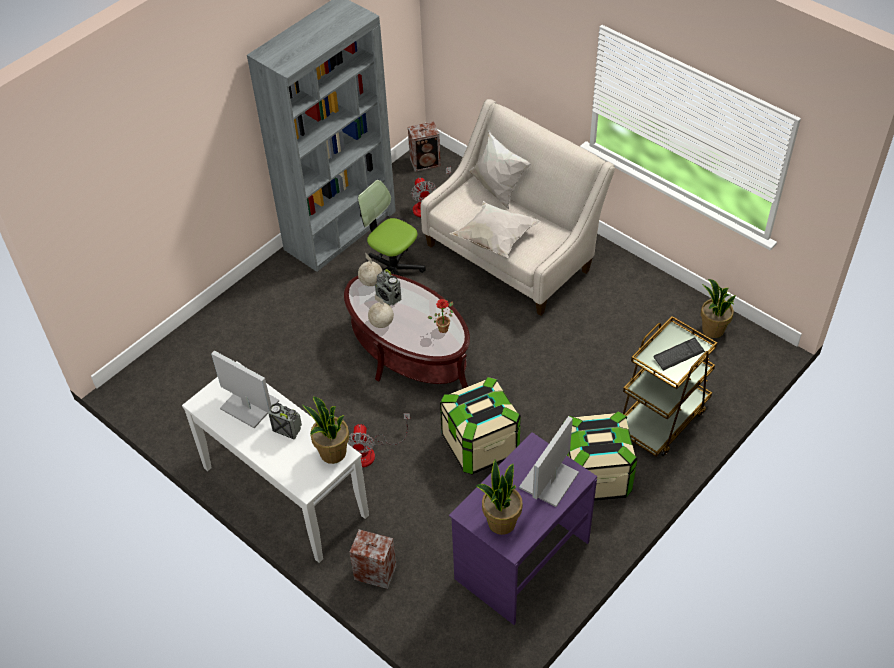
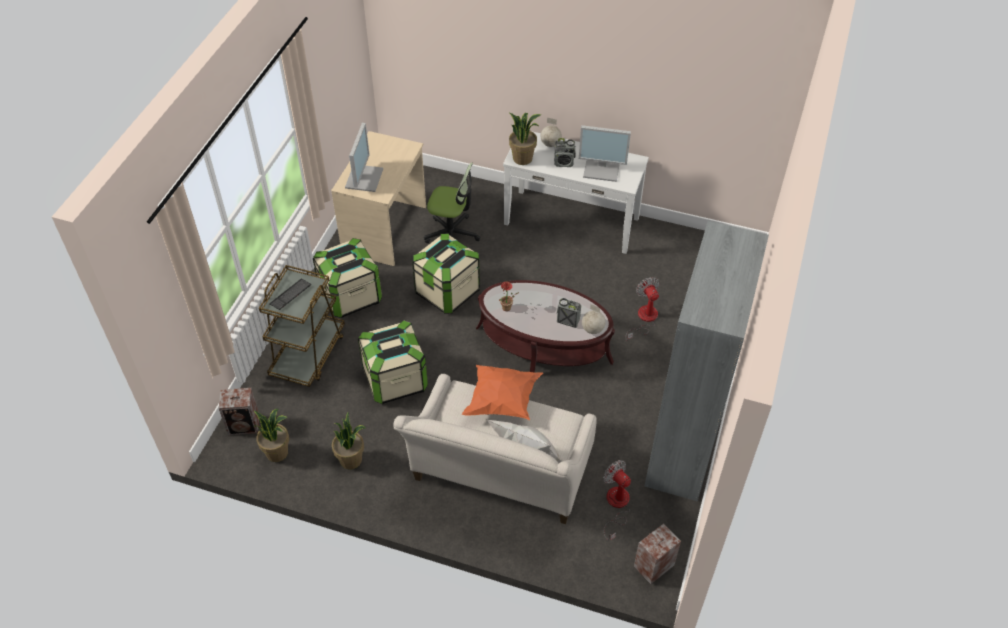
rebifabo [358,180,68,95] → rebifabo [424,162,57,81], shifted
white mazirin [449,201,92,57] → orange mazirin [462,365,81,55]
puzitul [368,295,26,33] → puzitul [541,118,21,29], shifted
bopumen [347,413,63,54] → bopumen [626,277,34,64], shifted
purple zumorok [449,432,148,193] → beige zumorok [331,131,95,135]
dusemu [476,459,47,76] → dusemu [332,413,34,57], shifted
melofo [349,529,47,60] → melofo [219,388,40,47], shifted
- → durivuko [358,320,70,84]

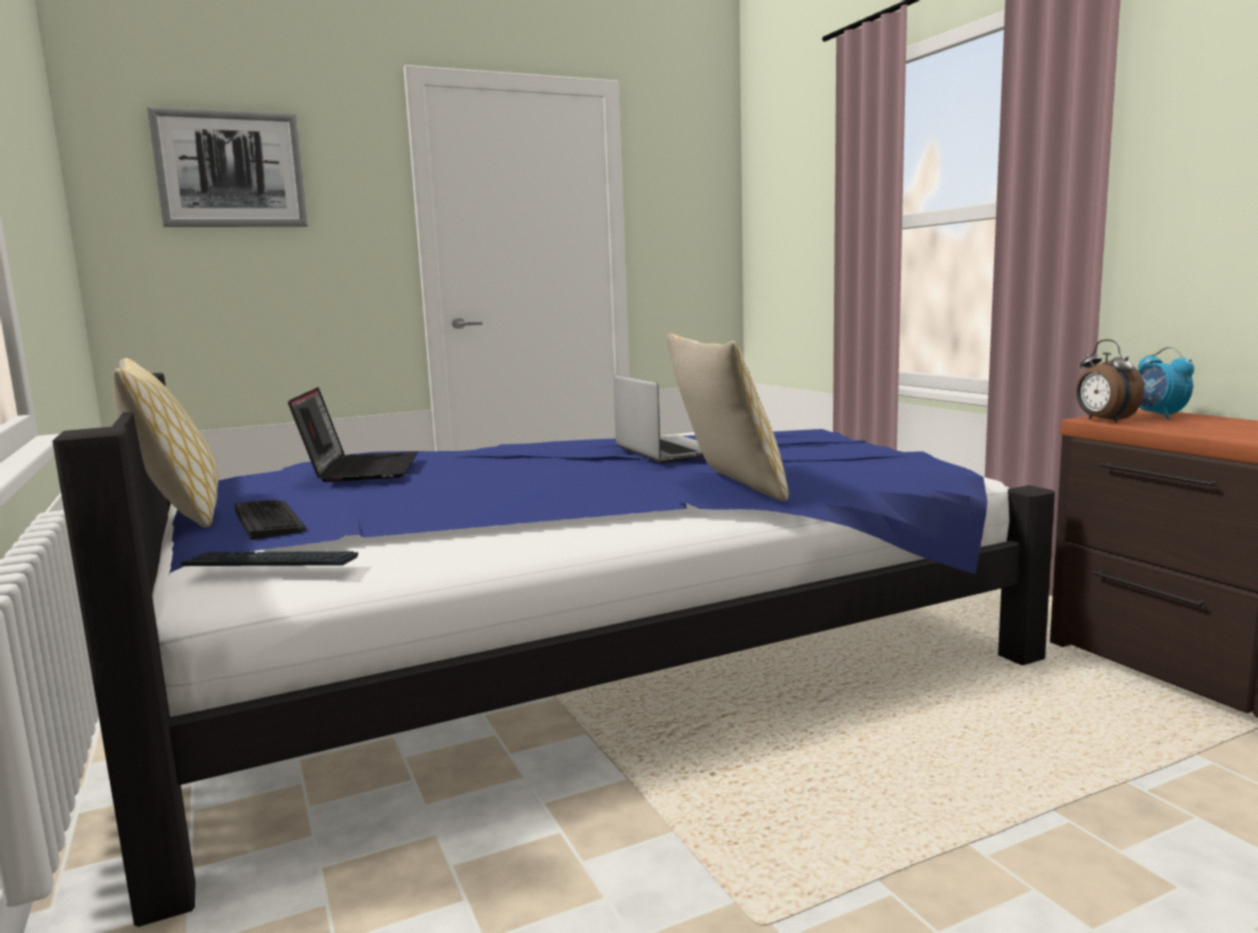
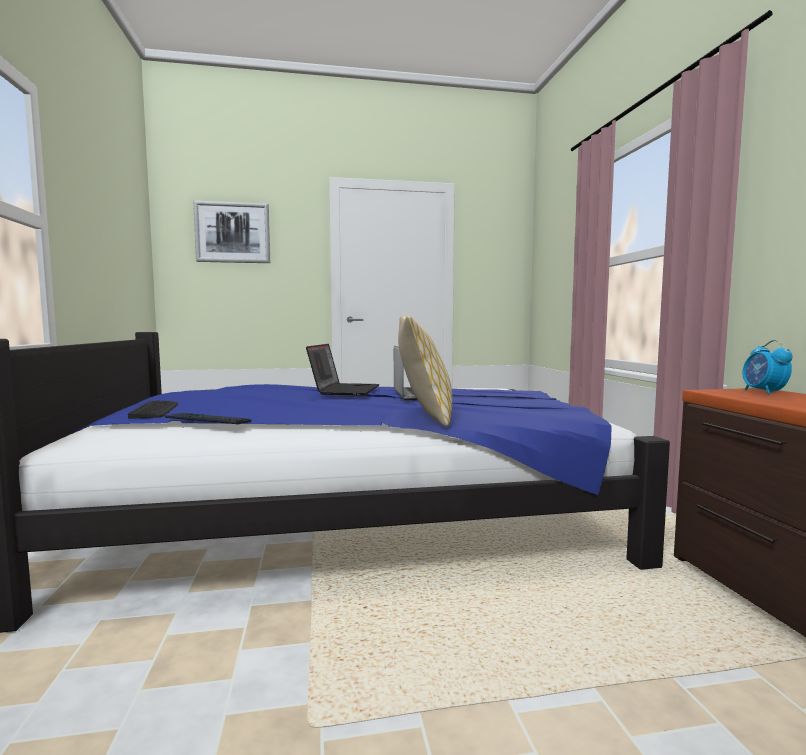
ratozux [1076,340,68,83] → -
mazirin [113,358,105,170] → -
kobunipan [288,387,130,95] → kobunipan [306,344,73,51], shifted
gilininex [181,551,177,15] → gilininex [165,413,87,11], shifted

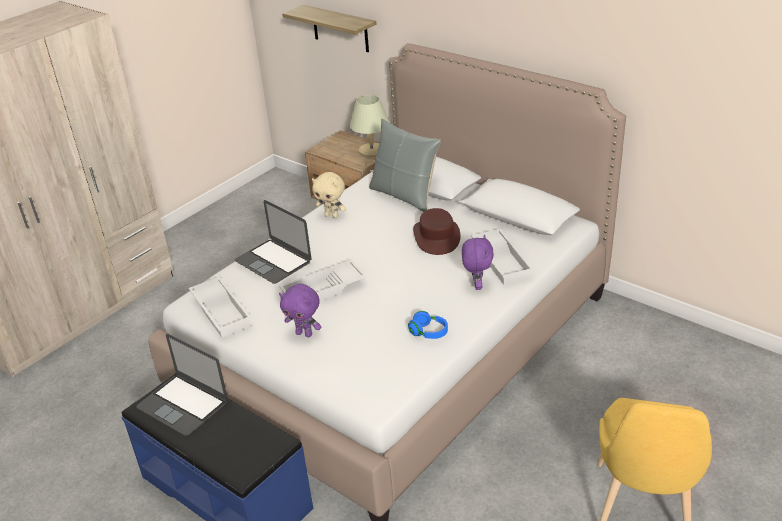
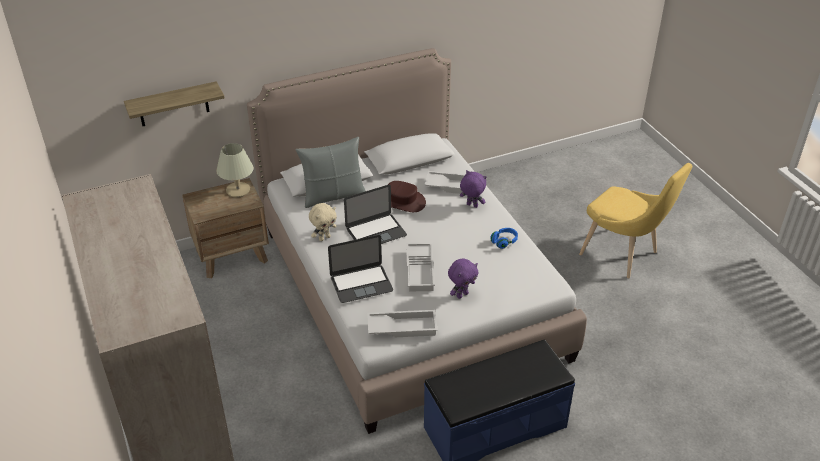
kobunipan [137,334,91,102] → kobunipan [344,185,63,59], shifted

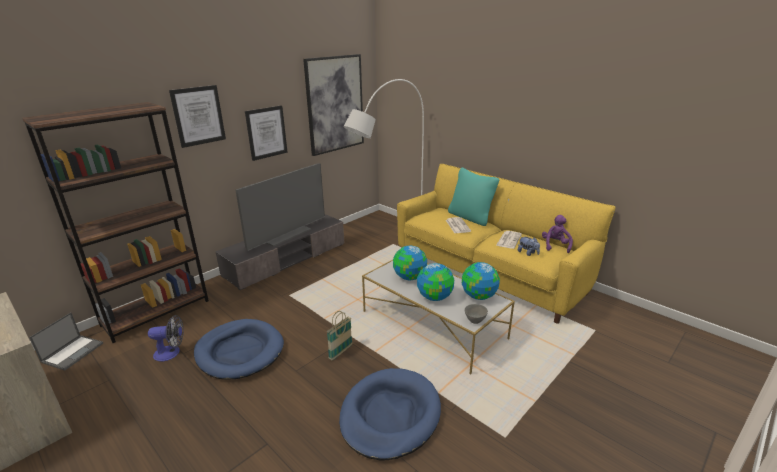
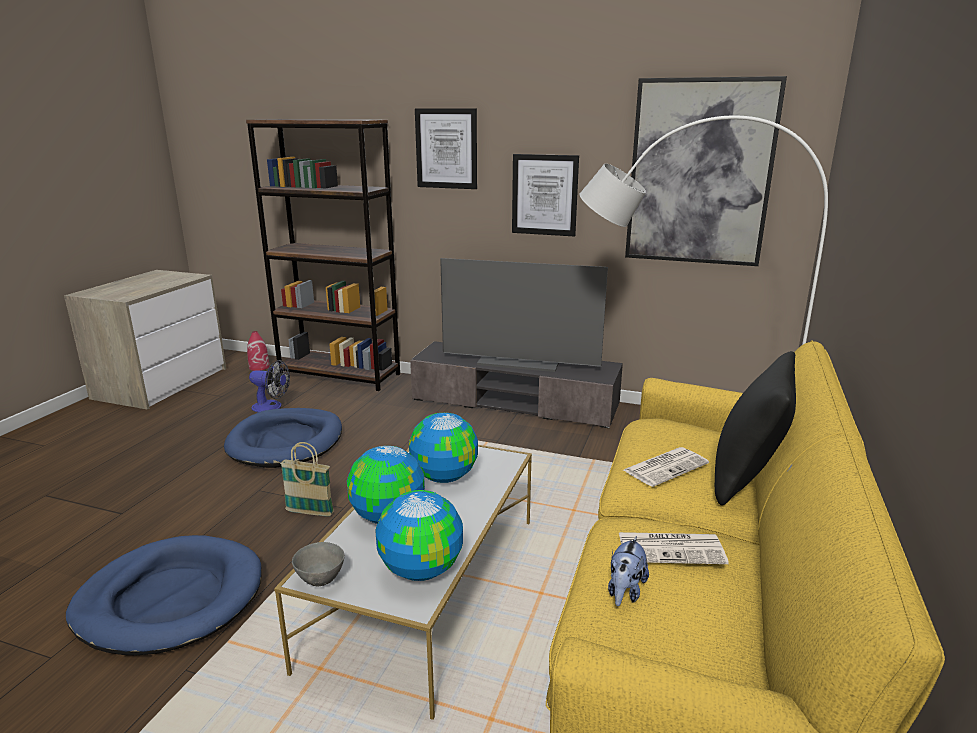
turquoise mazirin [448,167,51,59] → black mazirin [715,351,81,154]
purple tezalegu [542,215,31,38] → -
kobunipan [29,313,74,58] → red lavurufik [247,331,23,40]
bopumen [148,315,36,46] → bopumen [249,360,41,52], 45 degrees counterclockwise

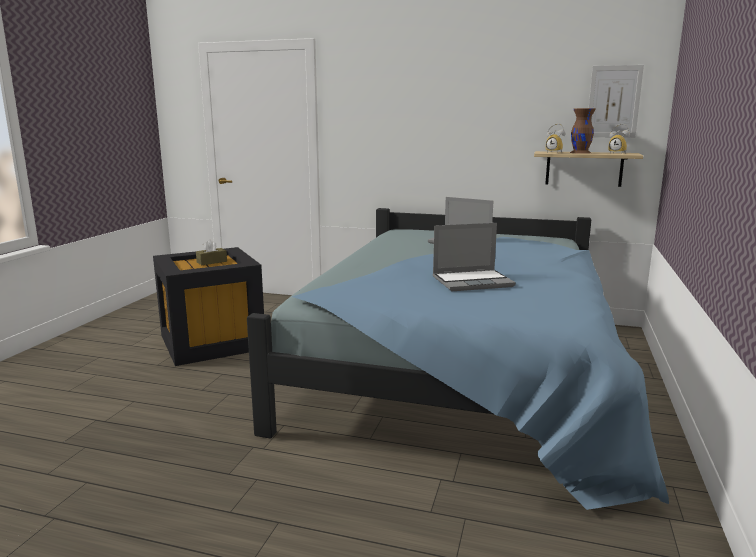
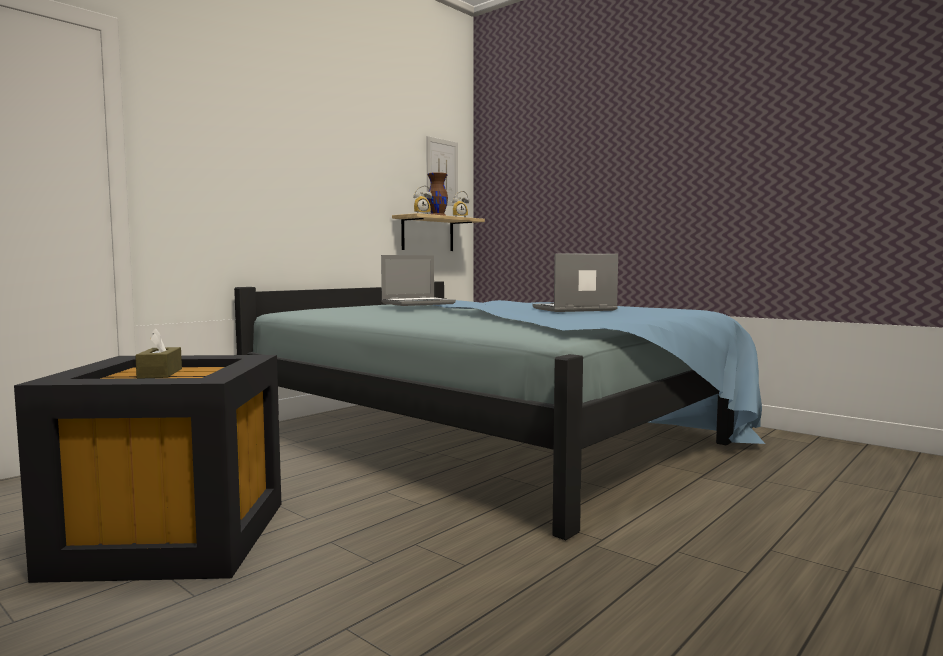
kobunipan [433,223,83,68] → kobunipan [532,253,86,59], 120 degrees counterclockwise

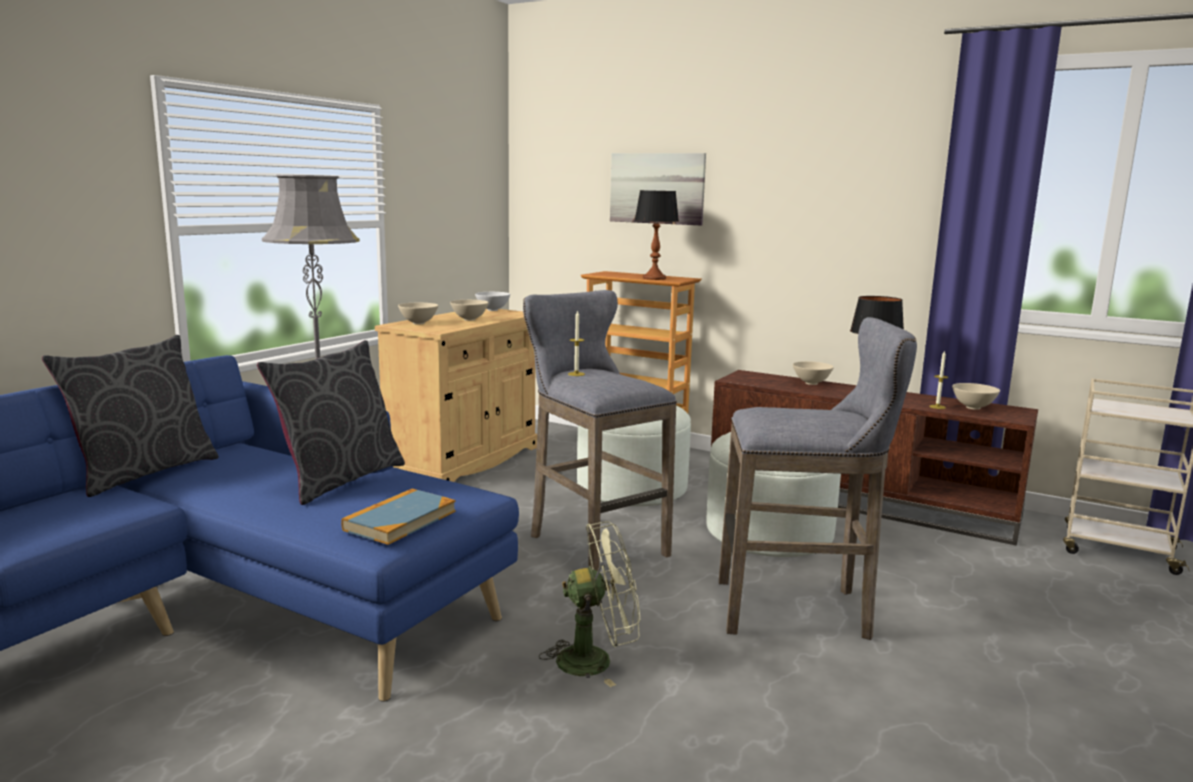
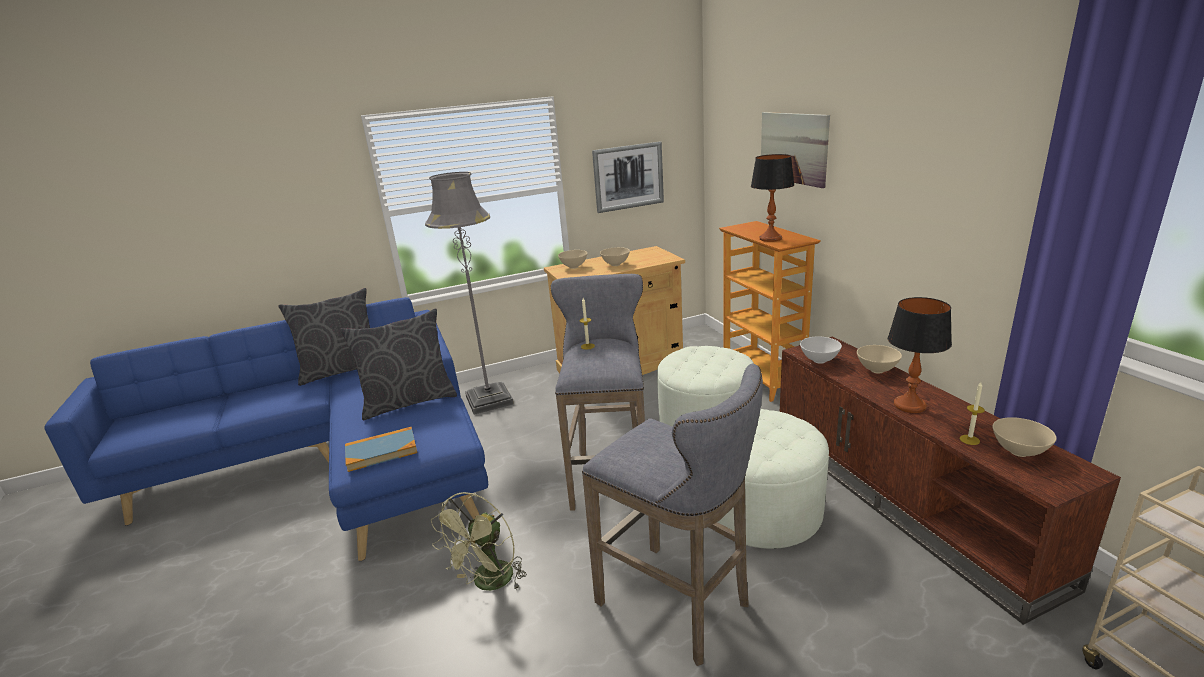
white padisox [475,292,35,19] → white padisox [800,336,42,28], shifted
green bopumen [539,521,101,166] → green bopumen [431,492,96,99], 90 degrees clockwise
- → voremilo [592,142,72,71]

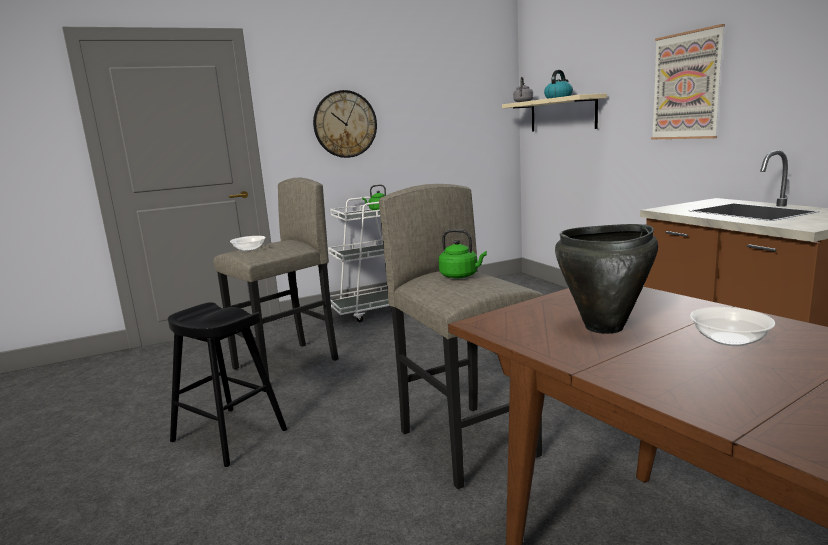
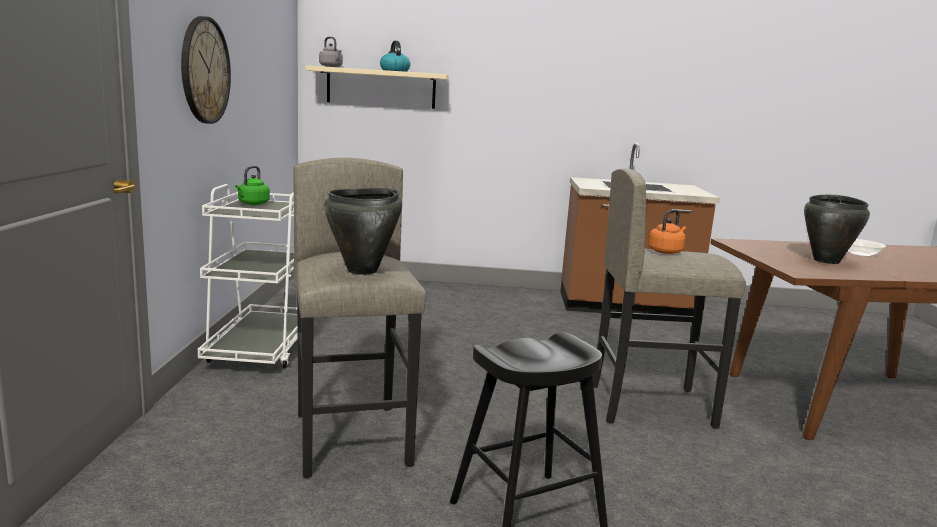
voremilo [651,24,74,115] → -
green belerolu [438,229,49,49] → orange belerolu [648,210,38,44]
padisox [230,236,36,15] → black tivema [324,188,78,87]

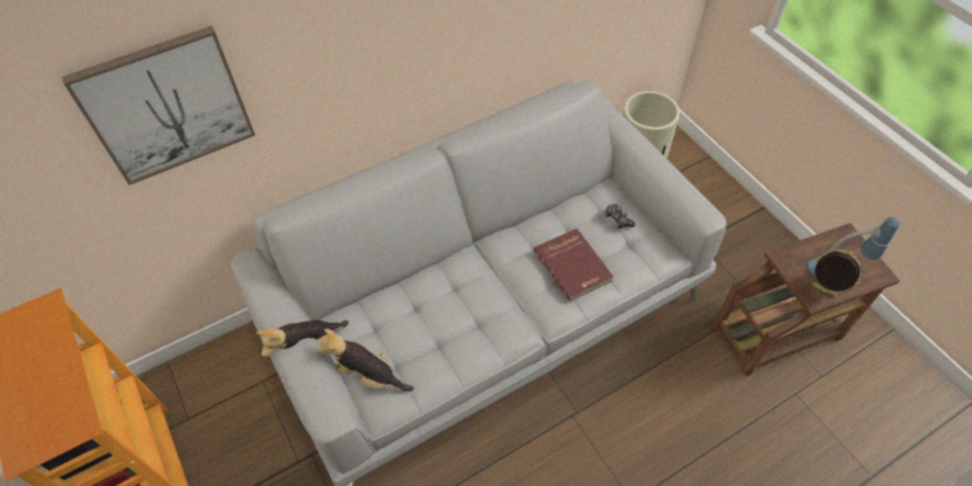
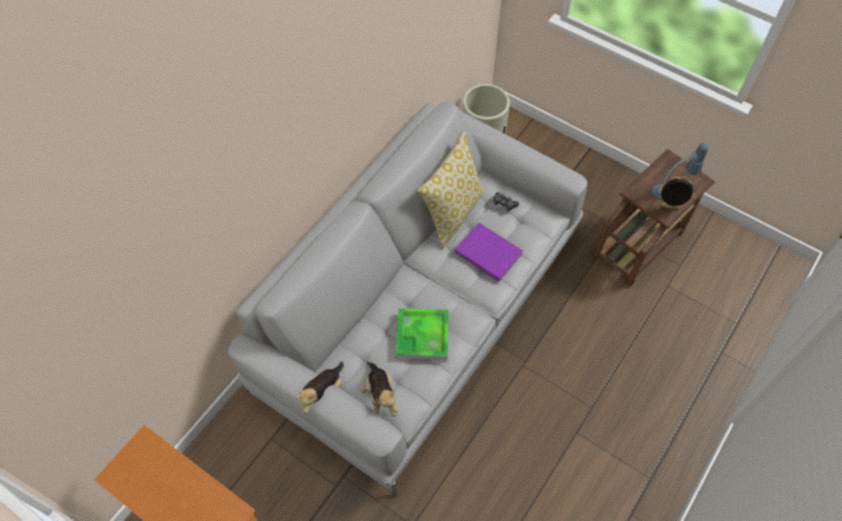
voremilo [61,26,194,159] → -
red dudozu [534,228,80,73] → purple dudozu [454,223,69,58]
tezalegu [318,329,96,62] → tezalegu [361,362,37,54], 105 degrees counterclockwise
- → mazirin [417,130,67,119]
- → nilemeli [396,308,53,52]

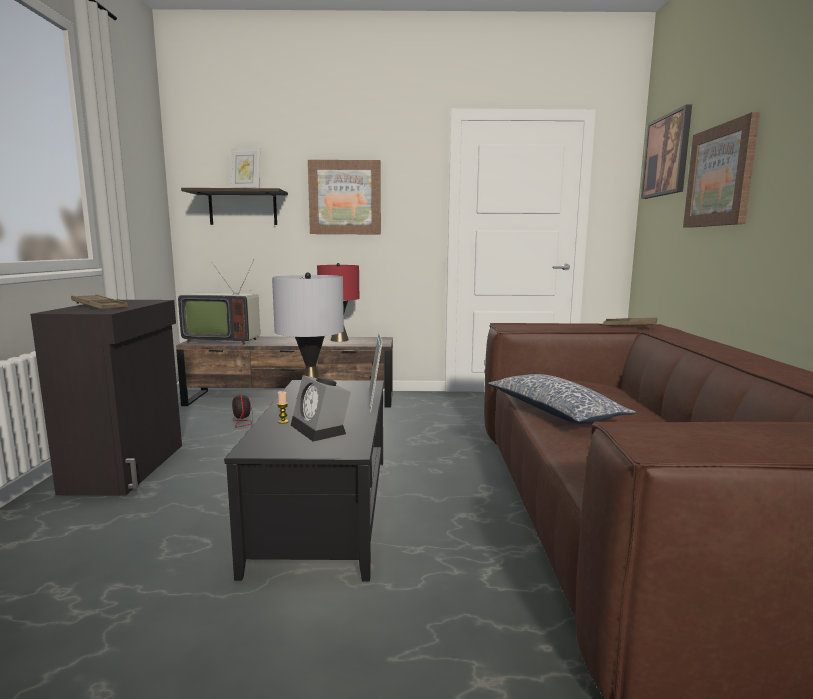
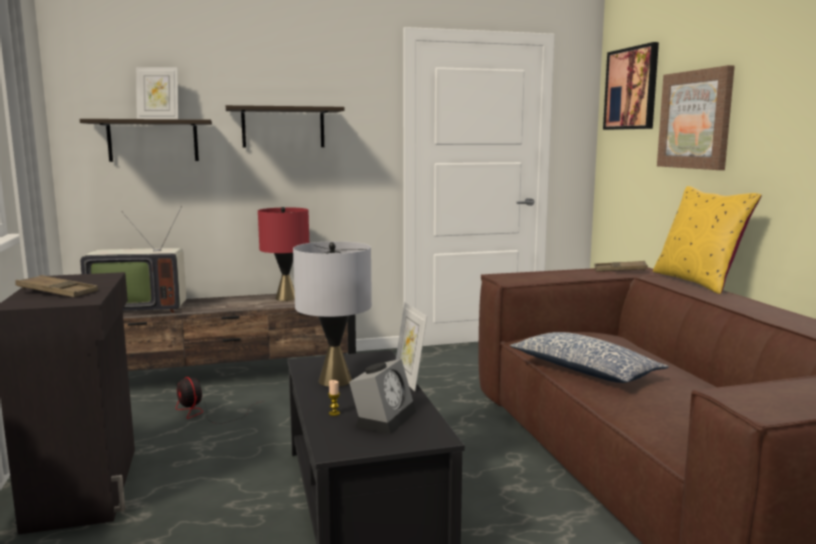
voremilo [308,160,73,75] → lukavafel [226,105,118,42]
ratozux [291,375,60,67] → ratozux [349,359,67,75], 105 degrees counterclockwise
- → yellow mazirin [653,186,109,108]

